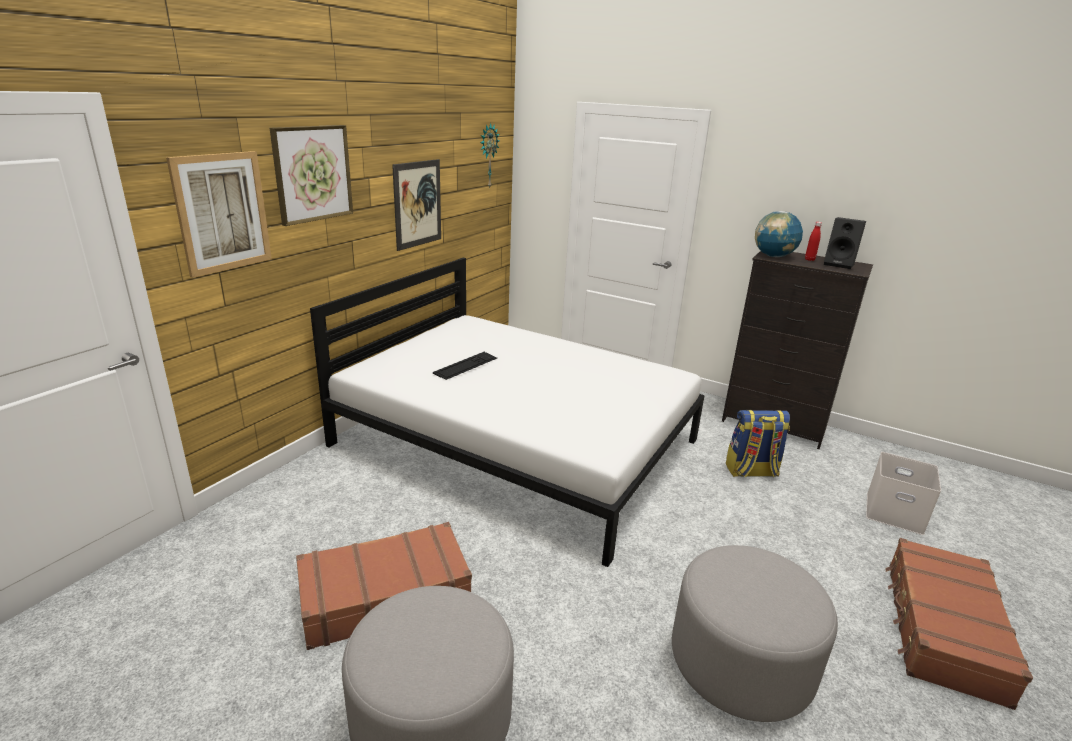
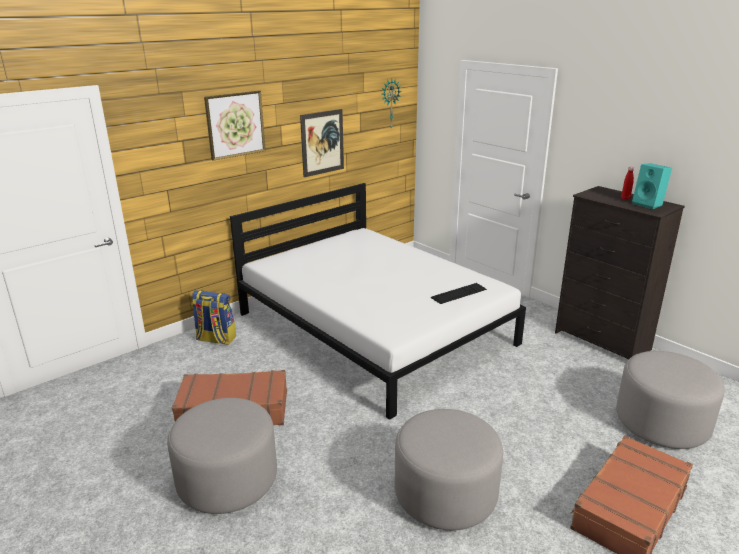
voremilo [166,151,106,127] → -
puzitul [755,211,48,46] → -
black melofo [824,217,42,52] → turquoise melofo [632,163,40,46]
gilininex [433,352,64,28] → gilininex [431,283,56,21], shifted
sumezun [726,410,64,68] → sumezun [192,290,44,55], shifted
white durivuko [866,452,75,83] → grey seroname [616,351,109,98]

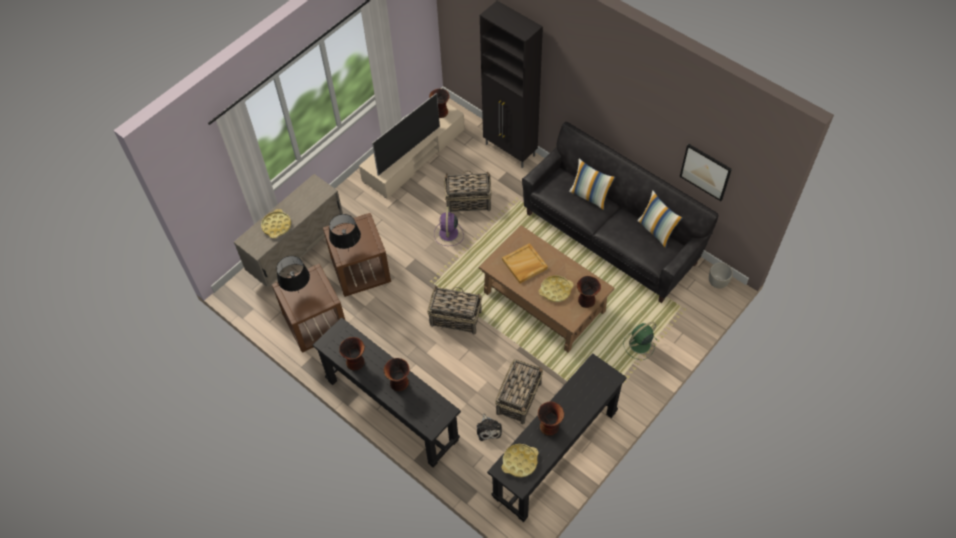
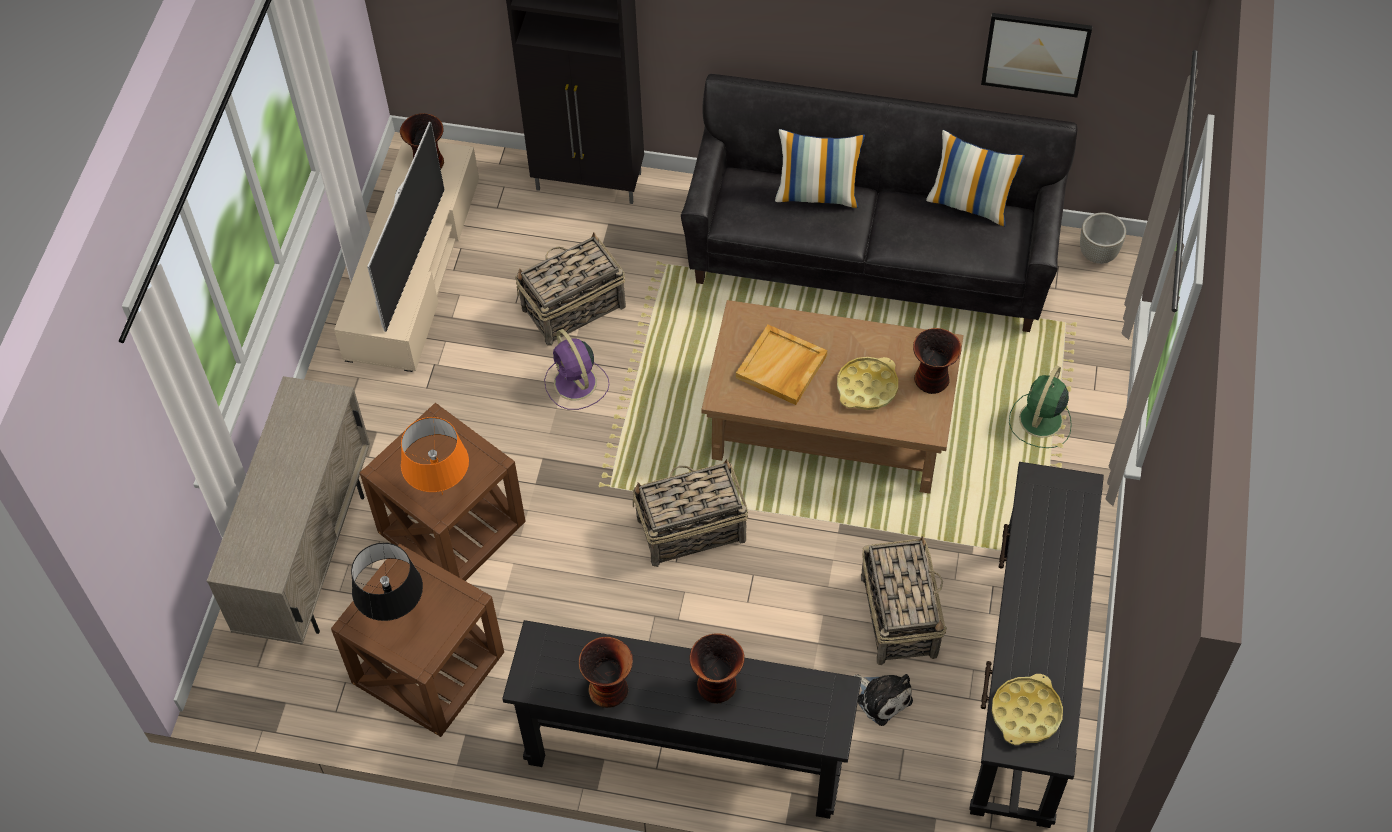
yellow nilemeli [261,209,30,29] → -
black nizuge [329,214,32,38] → orange nizuge [401,417,68,78]
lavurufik [538,401,26,35] → -

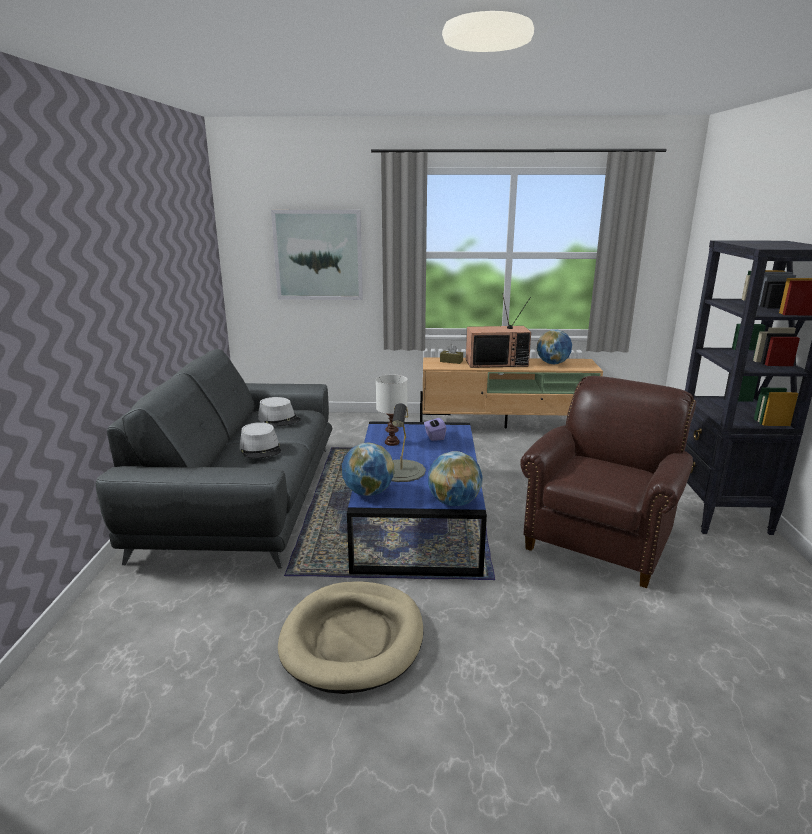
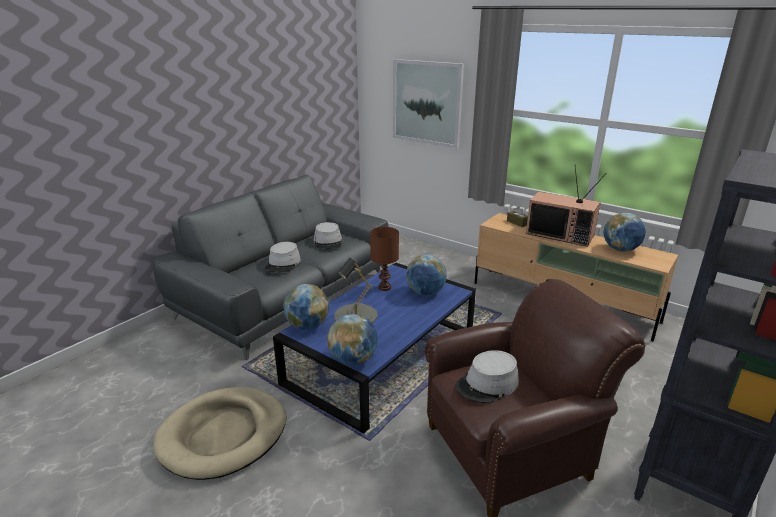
white nizuge [376,374,31,72] → brown nizuge [370,227,29,64]
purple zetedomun [424,415,22,26] → puzitul [406,255,40,40]
- → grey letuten [456,350,63,53]

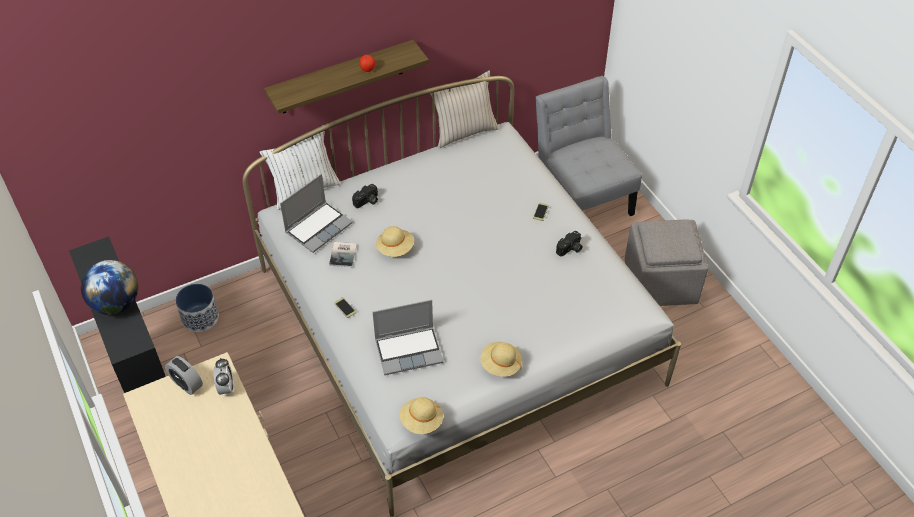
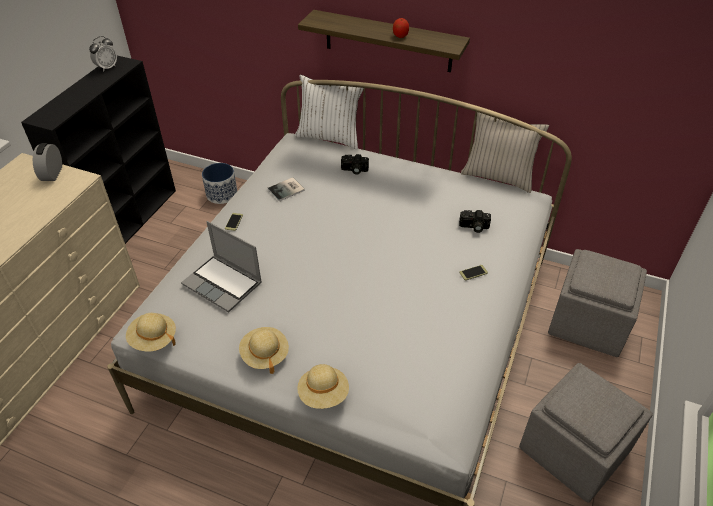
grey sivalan [535,76,107,140] → grey seroname [548,249,99,108]
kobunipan [280,174,73,79] → -
beige letuten [376,226,38,31] → beige letuten [297,364,52,45], shifted
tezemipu [556,231,26,26] → tezemipu [459,210,32,23], shifted
puzitul [81,260,57,55] → -
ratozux [213,358,21,37] → ratozux [89,36,28,36], shifted

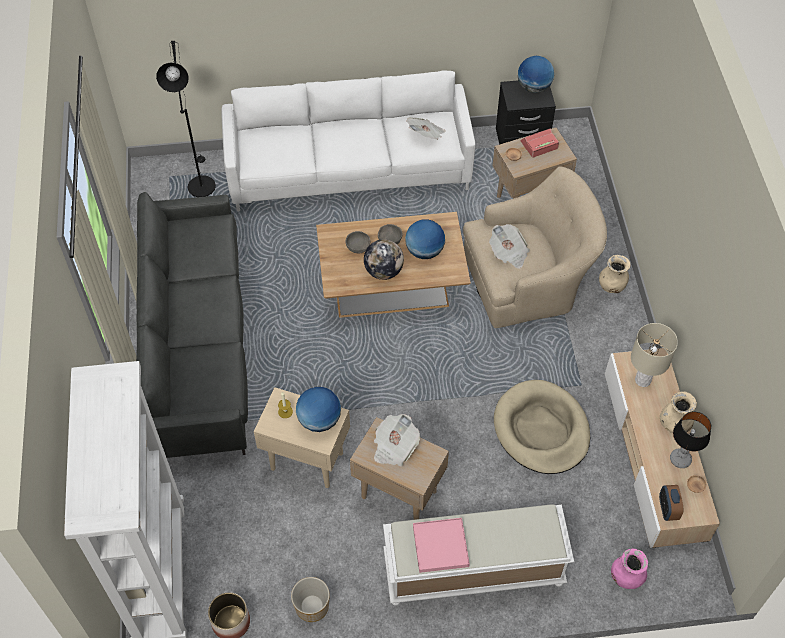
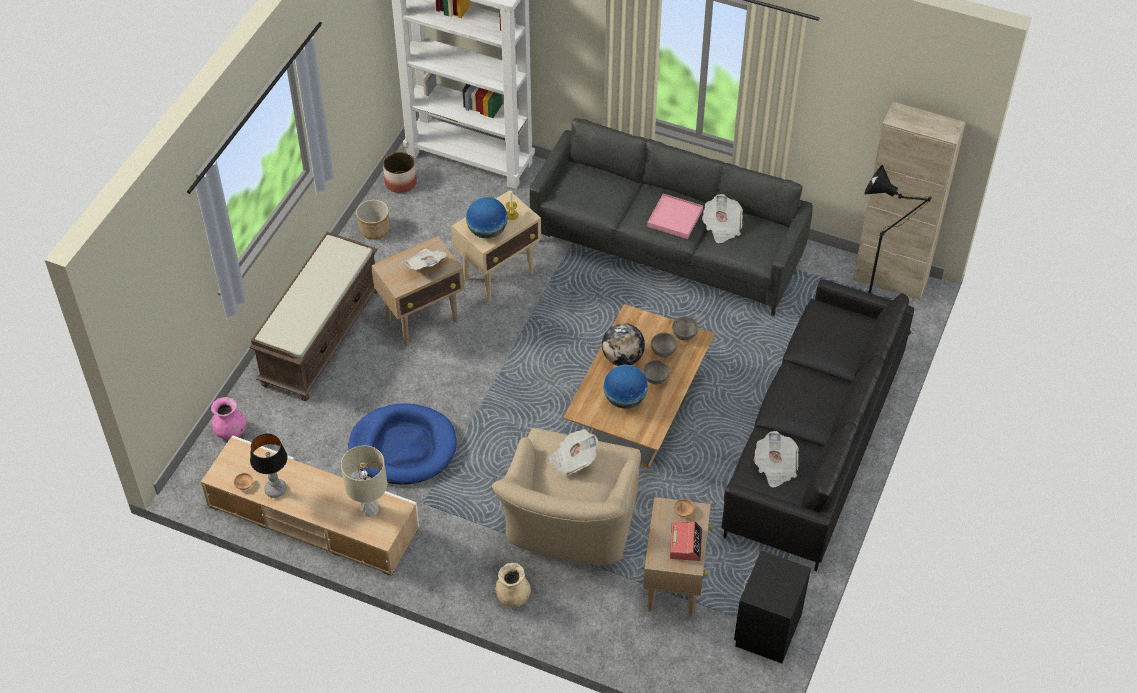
puzitul [518,56,36,37] → -
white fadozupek [221,70,254,141] → black fadozupek [722,279,192,292]
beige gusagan [494,380,96,94] → blue gusagan [348,403,109,81]
beige lavurufik [660,391,37,42] → -
ratozux [659,485,24,36] → -
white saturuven [383,504,191,102] → brown saturuven [249,232,129,169]
pink nilemeli [413,518,57,55] → pink nilemeli [647,194,56,45], shifted
- → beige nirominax [853,102,113,199]
- → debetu [702,194,41,49]
- → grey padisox [672,316,26,25]

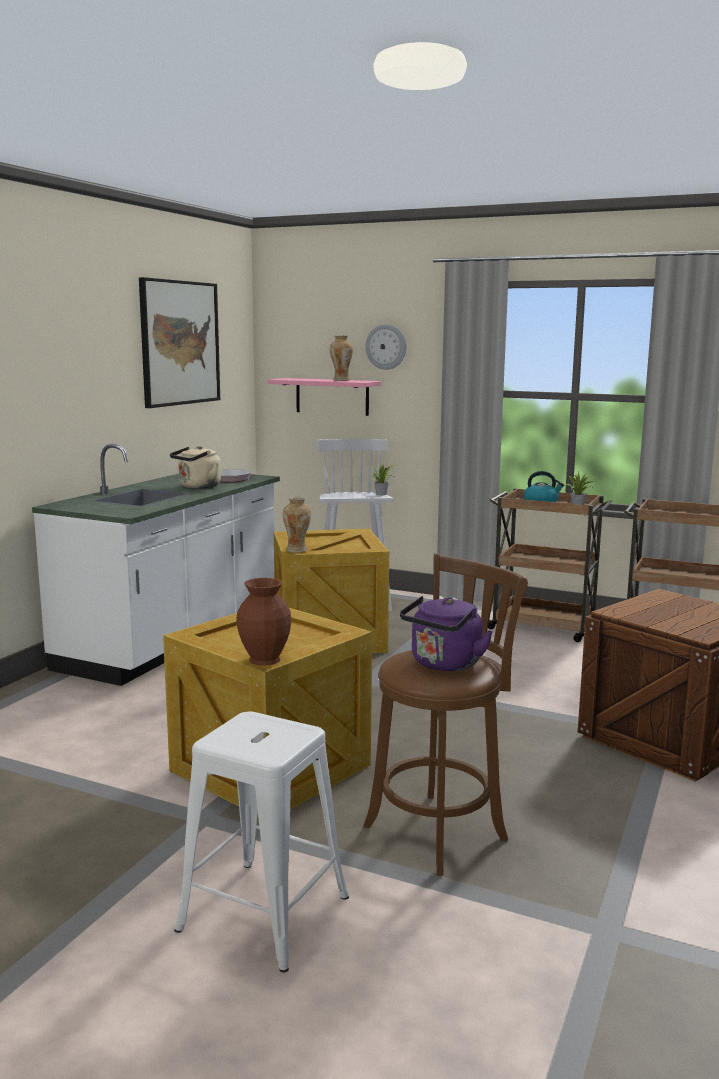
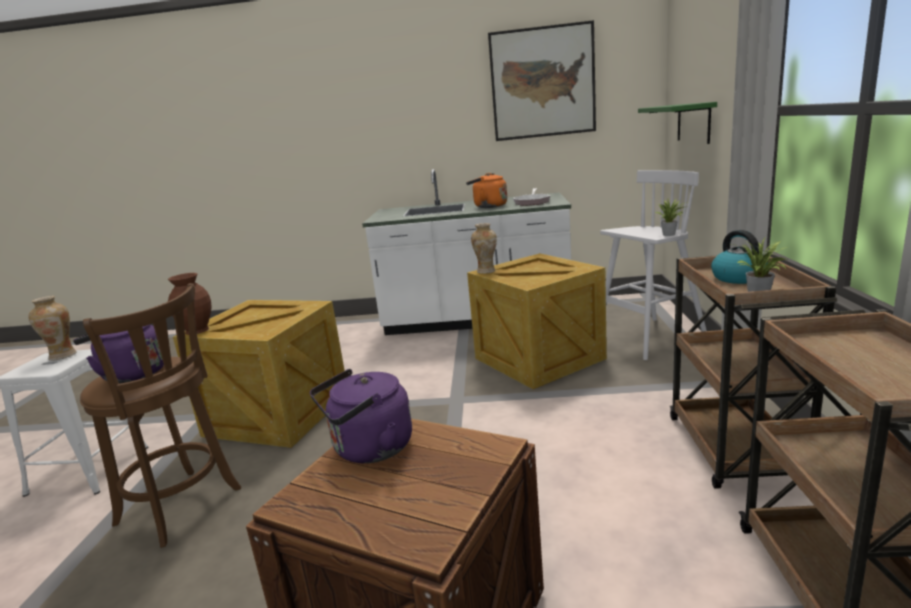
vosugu [366,324,40,46] → -
lavurufik [330,336,23,45] → lavurufik [28,296,49,64], shifted
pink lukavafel [267,378,114,38] → green lukavafel [638,102,79,42]
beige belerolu [170,446,51,43] → orange belerolu [466,173,41,35]
- → purple belerolu [310,369,102,94]

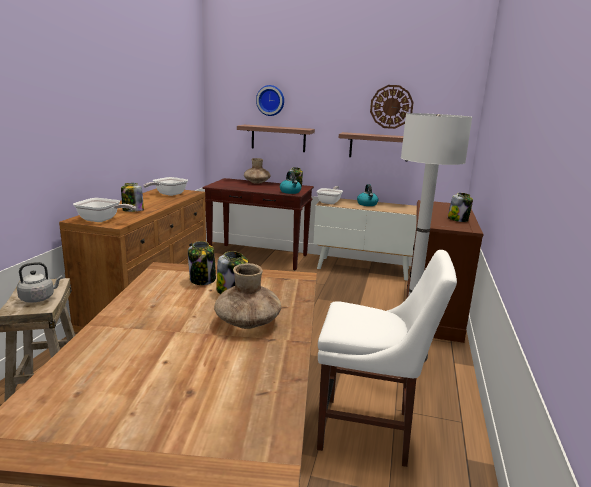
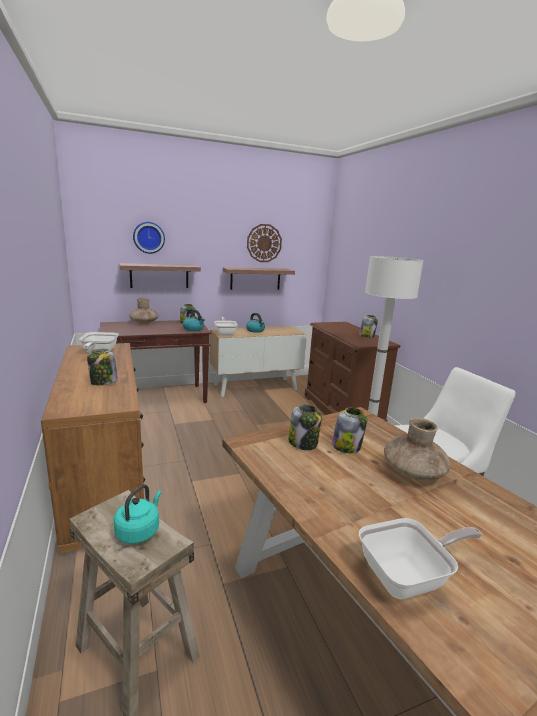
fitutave [73,198,63,24] → fitutave [359,518,124,81], shifted
grey belerolu [17,262,46,41] → turquoise belerolu [113,484,49,60]

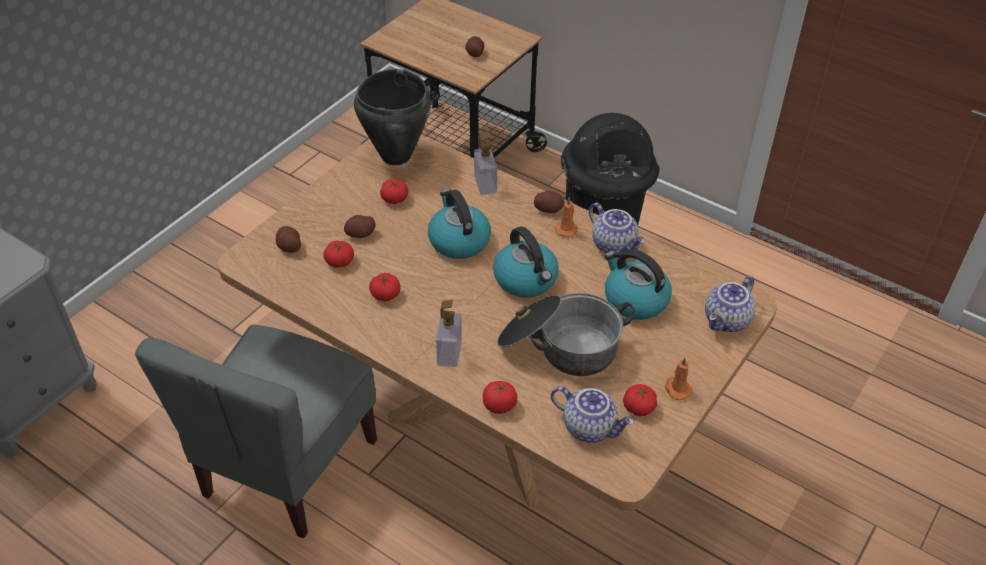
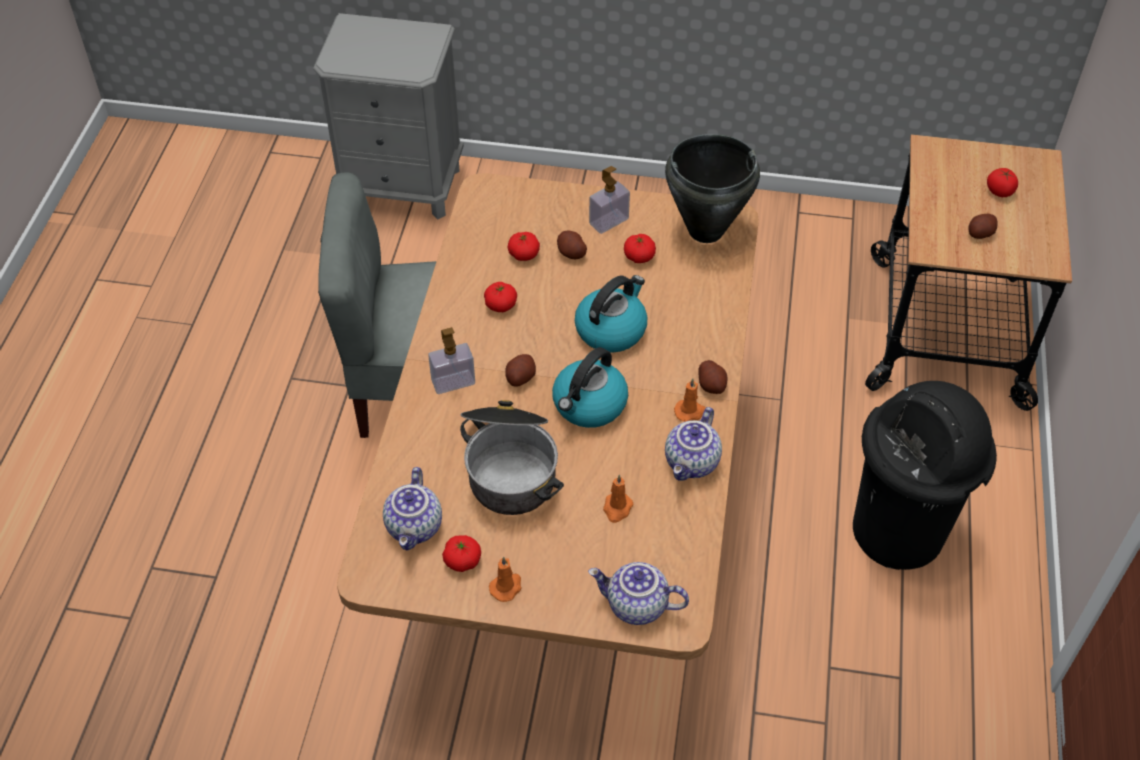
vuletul [474,132,23,63] → vuletul [589,166,41,68], shifted
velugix [276,226,25,27] → velugix [505,354,31,33], shifted
belerolu [605,249,67,71] → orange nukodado [603,475,30,48]
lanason [483,381,34,33] → lanason [987,168,31,29], shifted

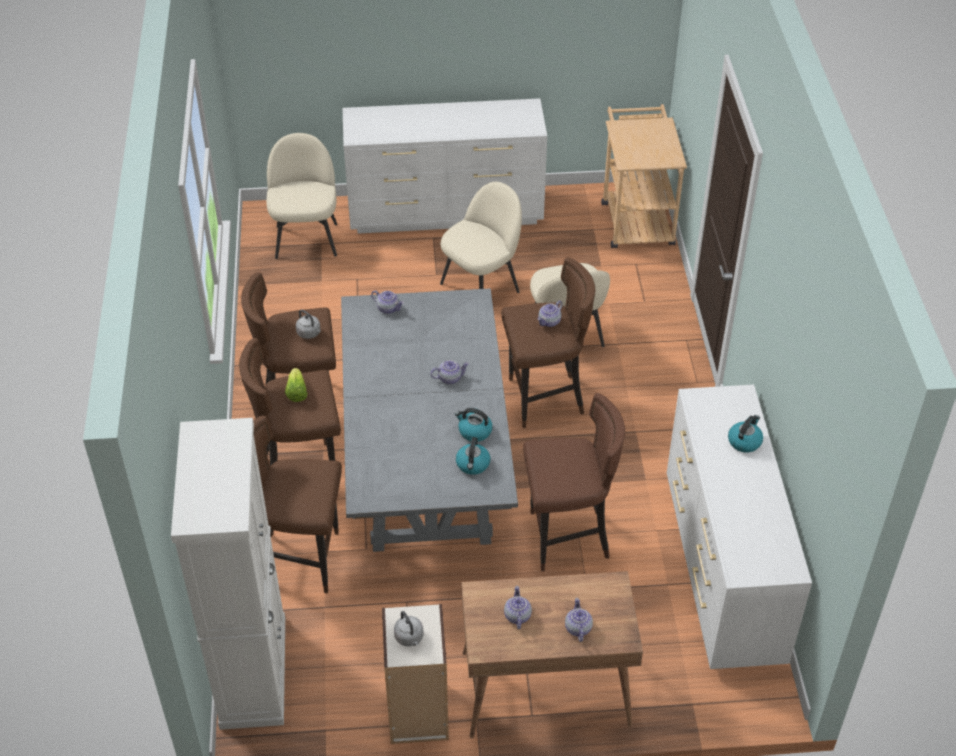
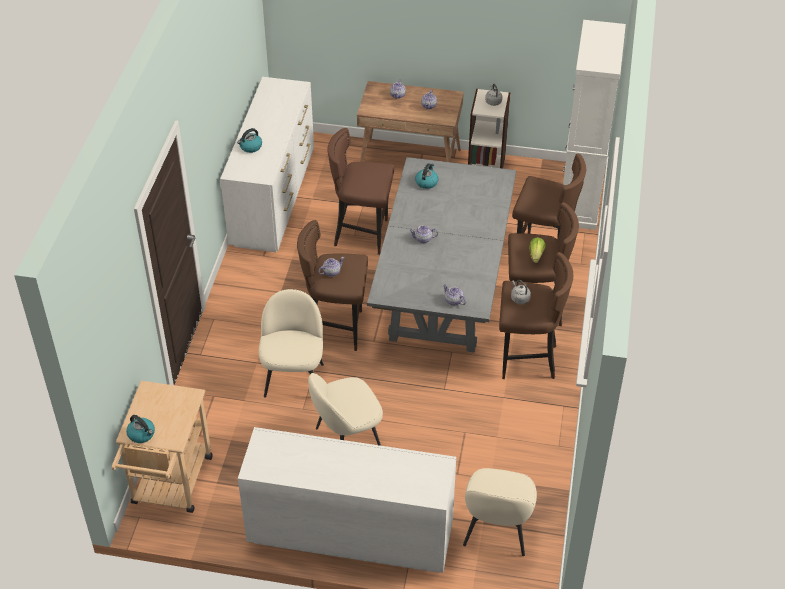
belerolu [455,408,37,34] → belerolu [126,415,29,28], shifted

